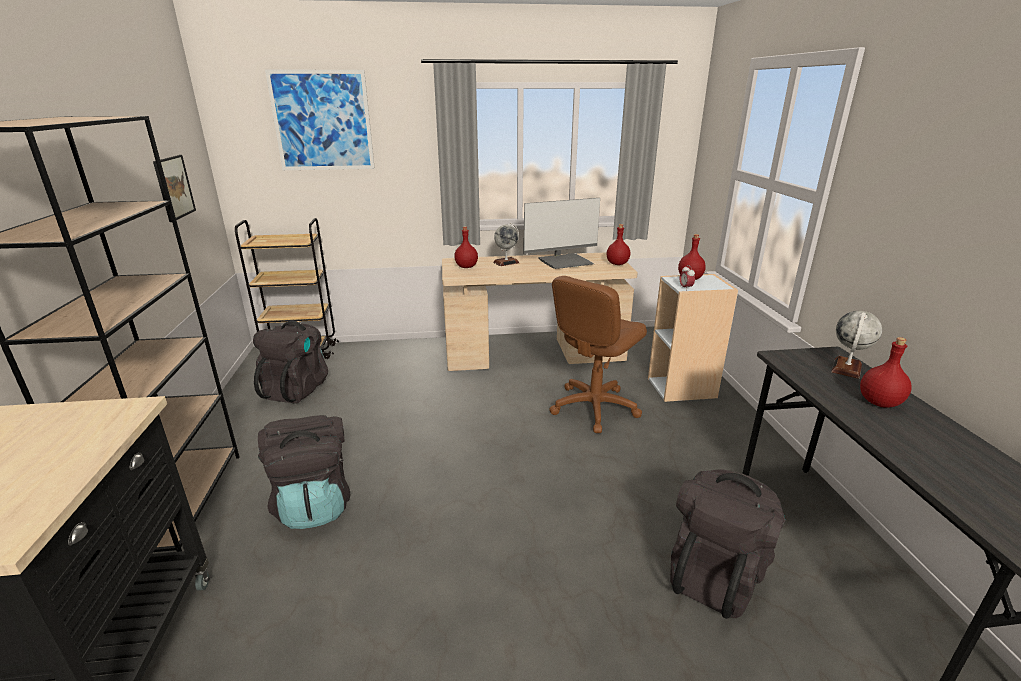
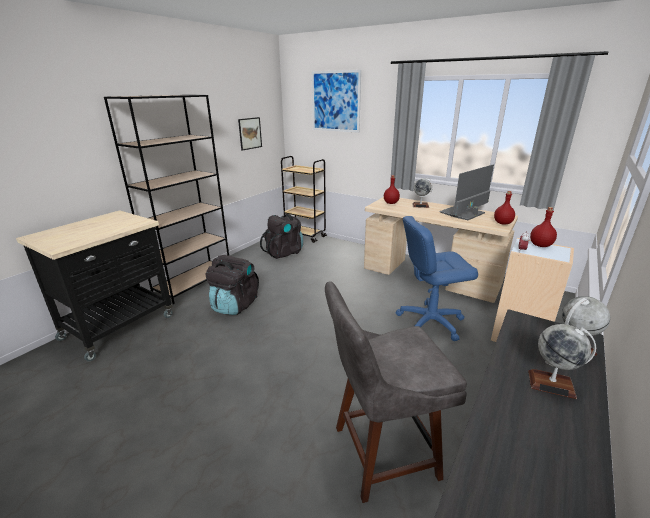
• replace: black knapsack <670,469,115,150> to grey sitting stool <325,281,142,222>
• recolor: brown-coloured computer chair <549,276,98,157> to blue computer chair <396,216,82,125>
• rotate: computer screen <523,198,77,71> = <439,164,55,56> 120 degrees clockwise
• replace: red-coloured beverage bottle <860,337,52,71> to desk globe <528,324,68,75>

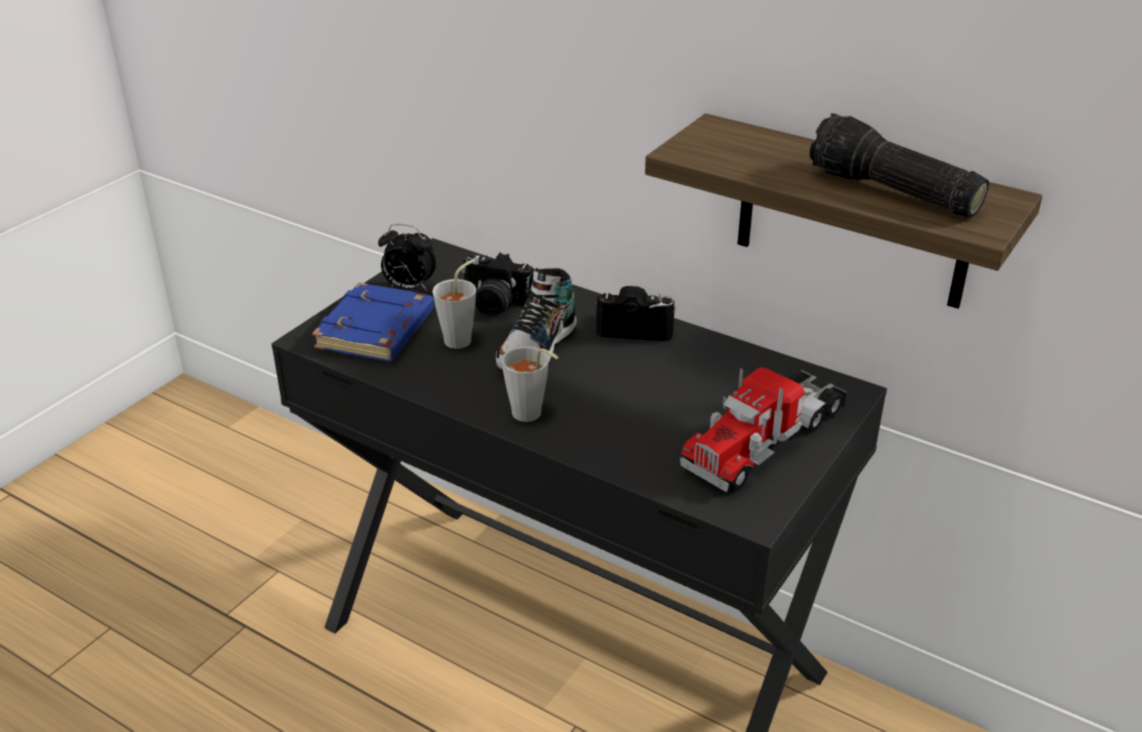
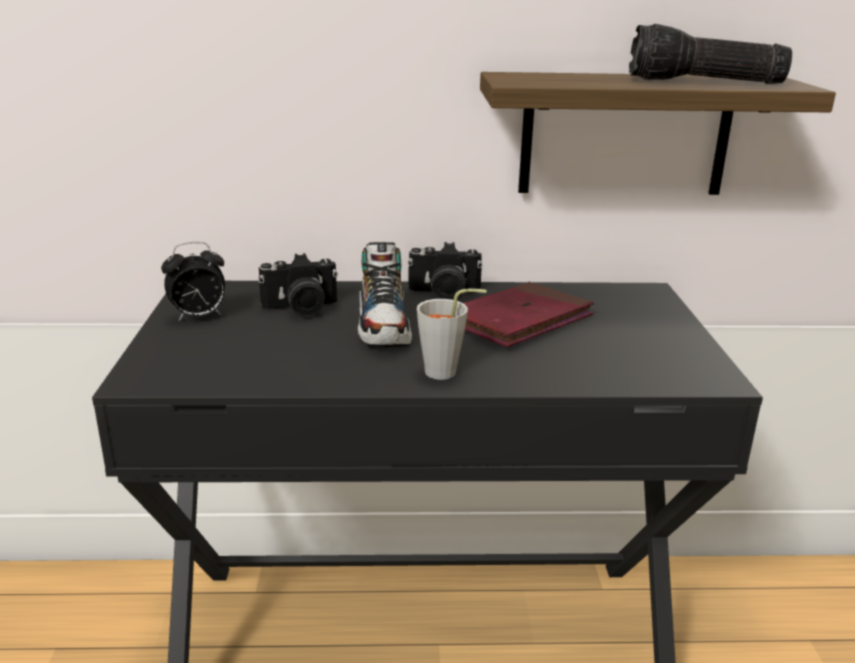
• rotate: photo camera <596,286,80,55> = <407,242,76,58> 150 degrees counterclockwise
• insert: red-coloured book <463,282,131,65>
• delete: blue book <312,282,122,79>
• delete: grey small cup <432,259,44,90>
• delete: toy truck <680,367,167,125>

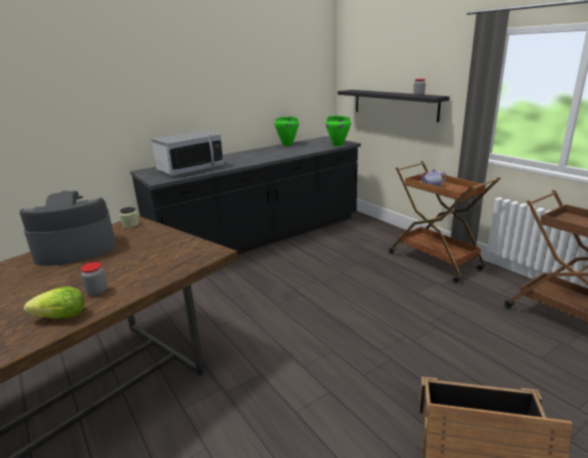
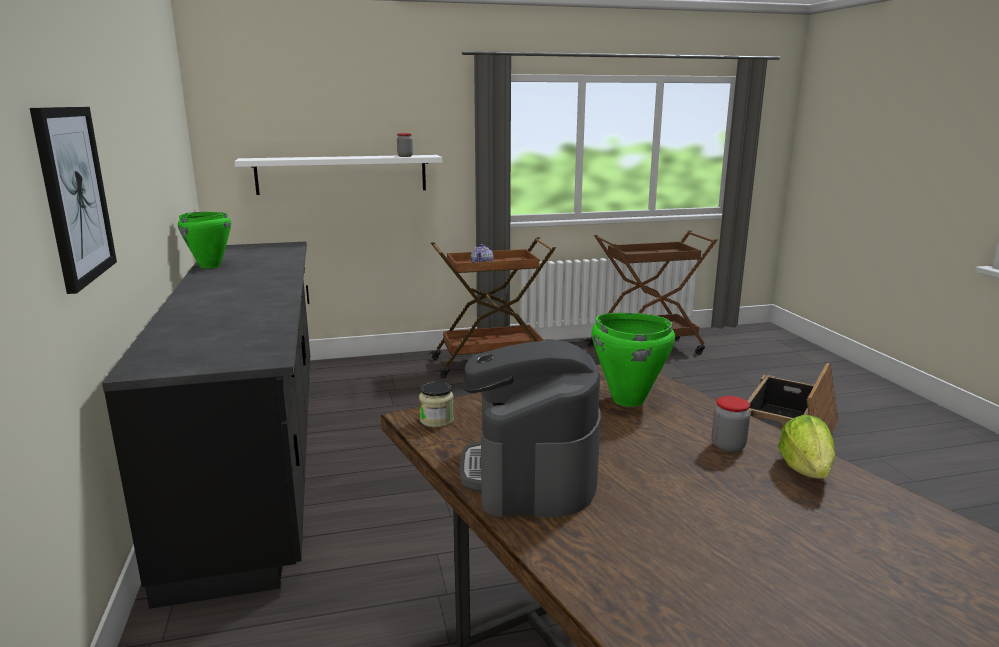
• insert: picture <30,107,87,187>
• recolor: black shelf <338,90,112,32> to white-coloured shelf <234,155,208,40>
• move: greenish stockpot <325,116,26,30> to <592,313,83,94>
• delete: kitchen microwave <151,130,73,46>

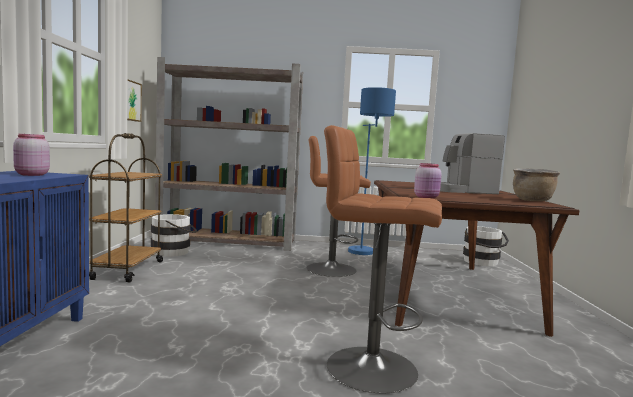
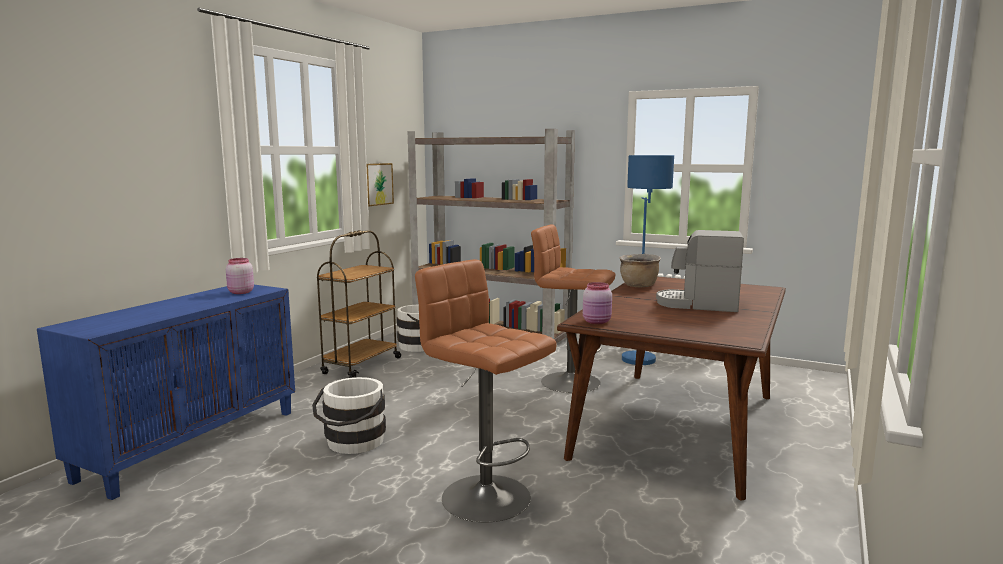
• move: white-coloured pail <463,226,46,40> to <312,377,74,77>
• move: brown-coloured stockpot <513,168,47,33> to <619,254,42,33>

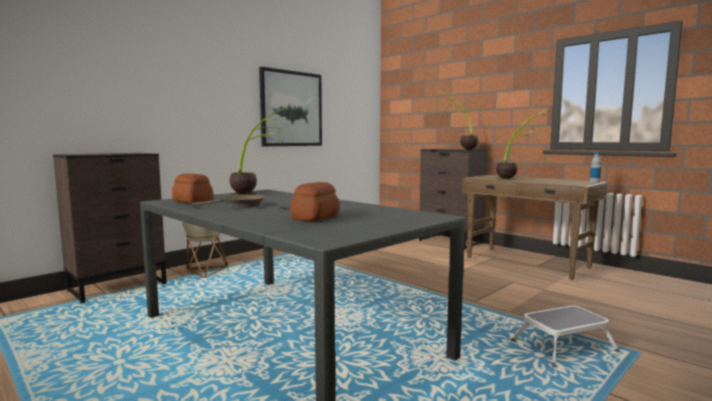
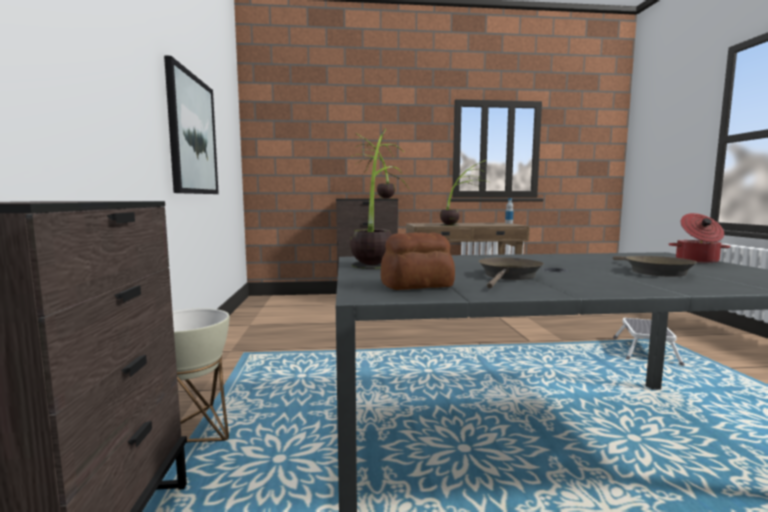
• replace: bakery bread <290,182,50,39> to brown-coloured frying pan <613,256,84,21>
• insert: stockpot <669,213,62,51>

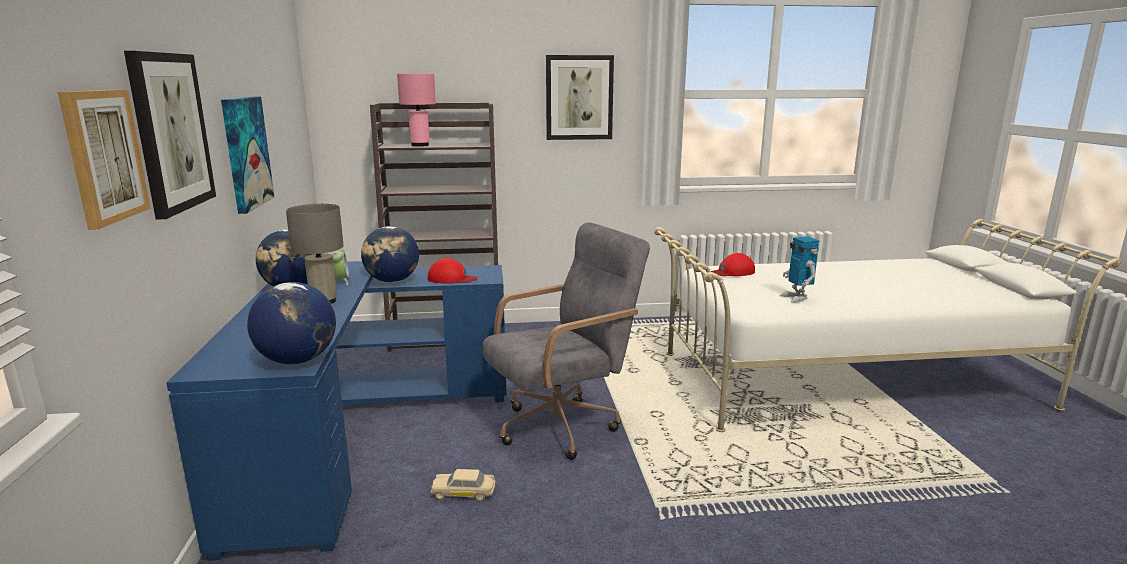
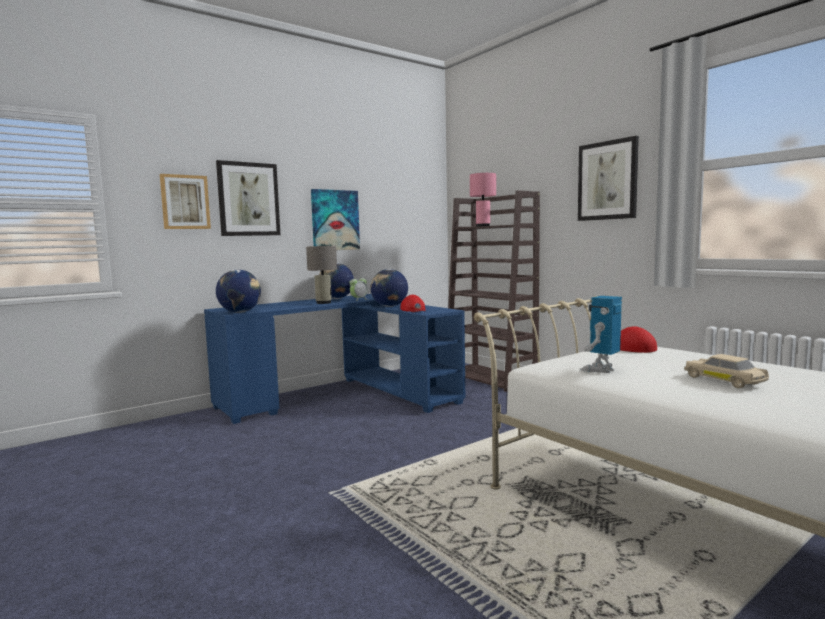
• move: beige toy car <430,469,65,32> to <684,354,85,34>
• delete: grey computer chair <483,223,167,237>

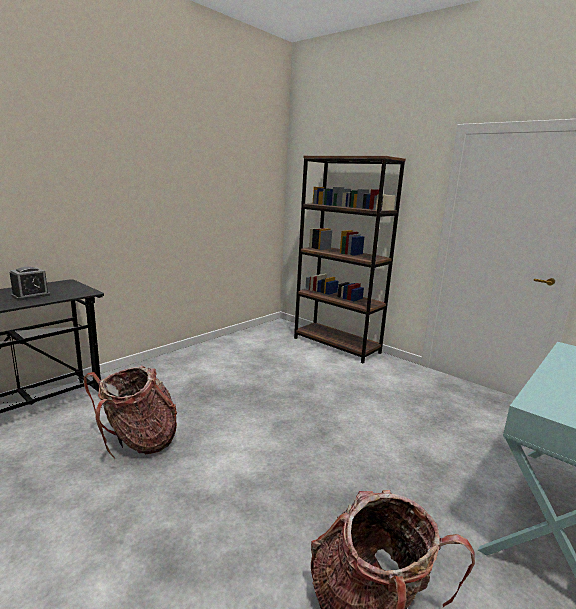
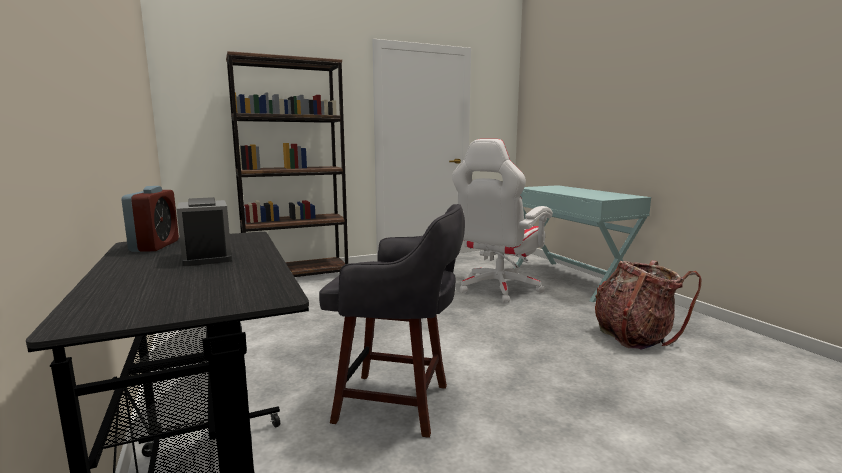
• insert: table clock <122,186,57,66>
• replace: knapsack <84,365,93,93> to grey sitting stool <319,204,146,234>
• insert: white-coloured computer chair <452,139,101,164>

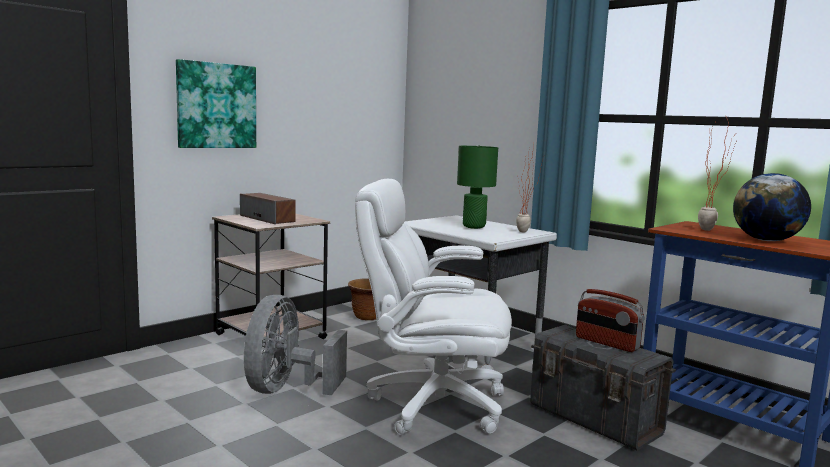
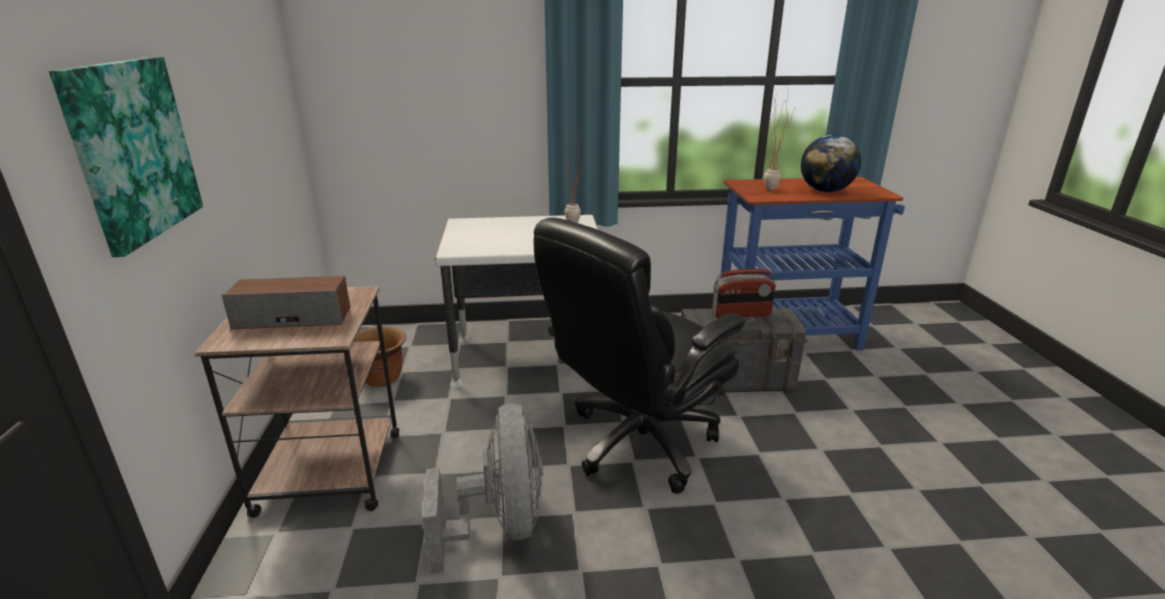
• rotate: grey fan <244,295,103,100> = <422,404,121,169> 150 degrees counterclockwise
• recolor: white-coloured computer chair <355,179,157,256> to black computer chair <534,218,211,276>
• delete: greenish table lamp <457,145,41,84>

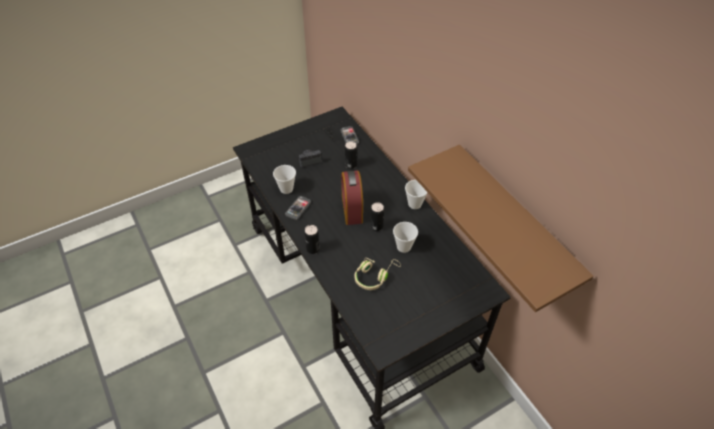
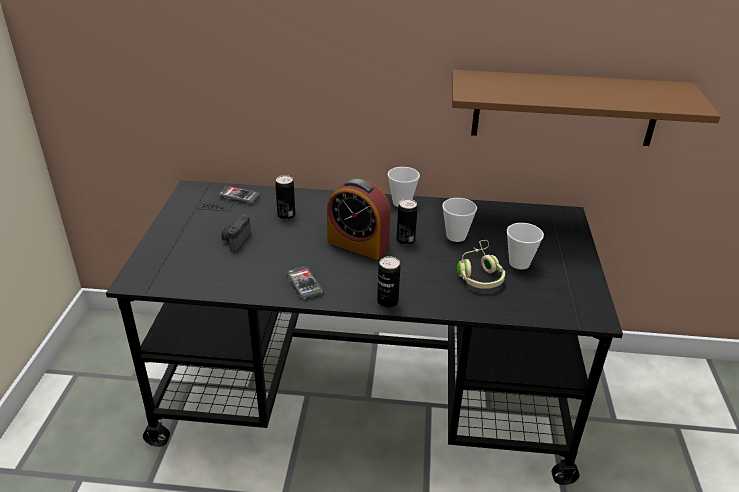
• move: small cup <273,165,23,29> to <507,223,37,46>

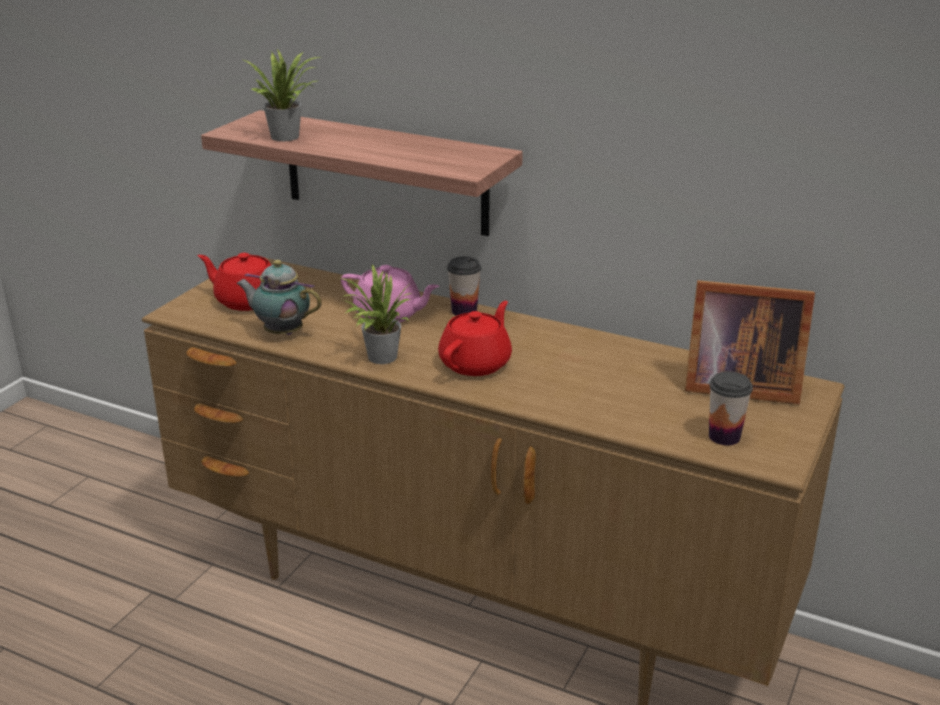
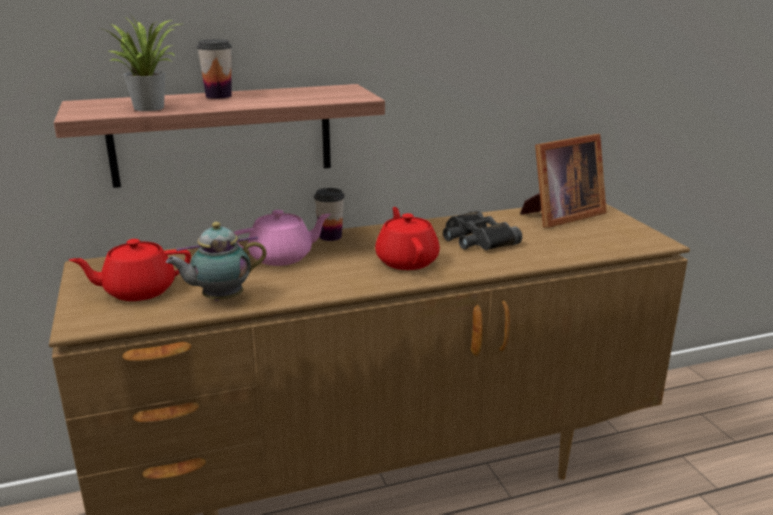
• move: small cup <709,371,44,74> to <197,39,35,60>
• insert: black pair of binoculars <443,210,79,40>
• delete: plant in a pot <339,265,72,99>

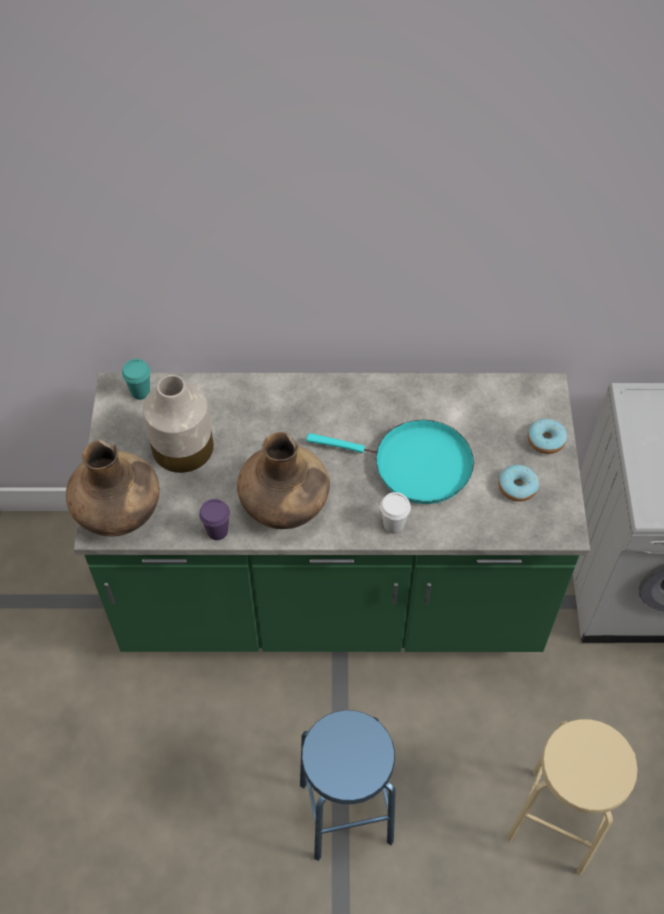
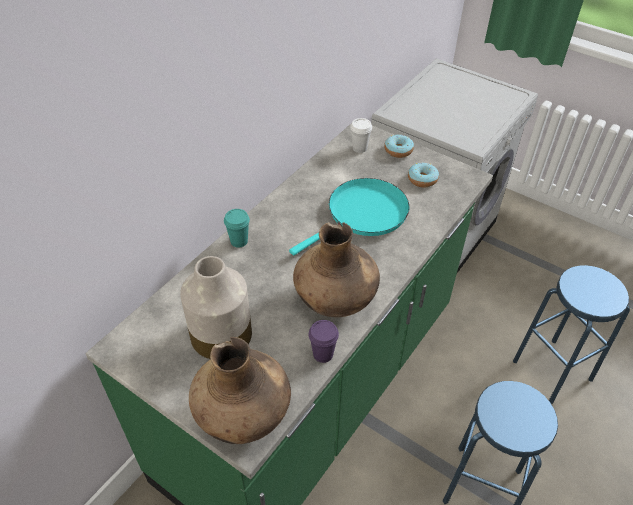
• move: turquoise small cup <122,359,28,41> to <224,209,26,39>
• move: white-coloured small cup <380,492,31,42> to <350,118,22,35>
• recolor: beige sitting stool <506,719,132,156> to blue sitting stool <513,265,117,139>

